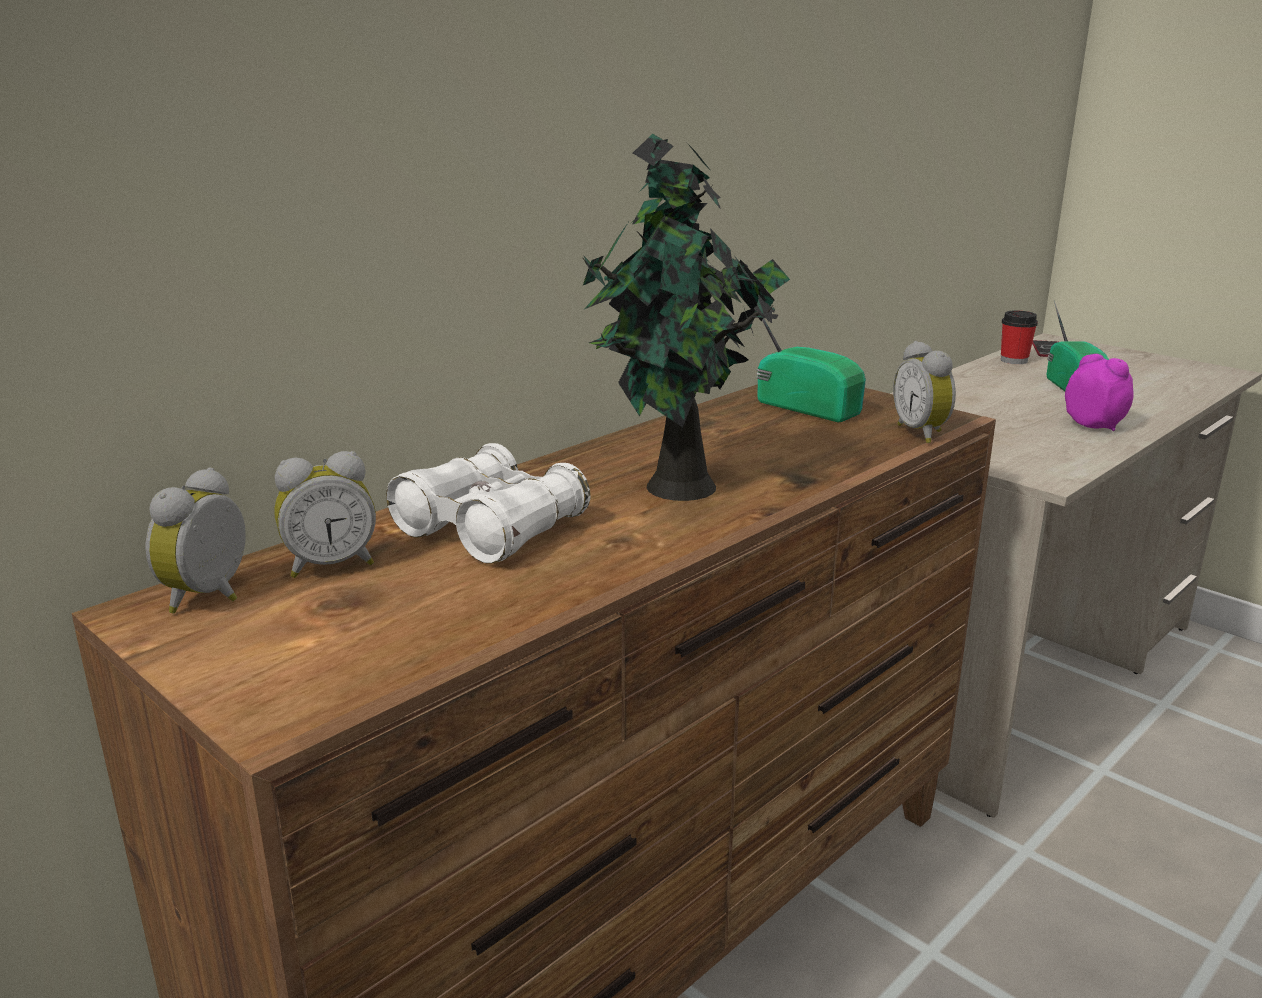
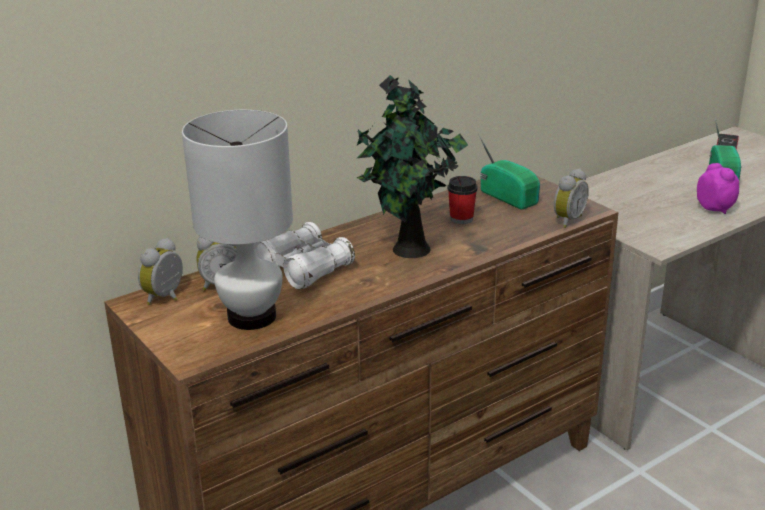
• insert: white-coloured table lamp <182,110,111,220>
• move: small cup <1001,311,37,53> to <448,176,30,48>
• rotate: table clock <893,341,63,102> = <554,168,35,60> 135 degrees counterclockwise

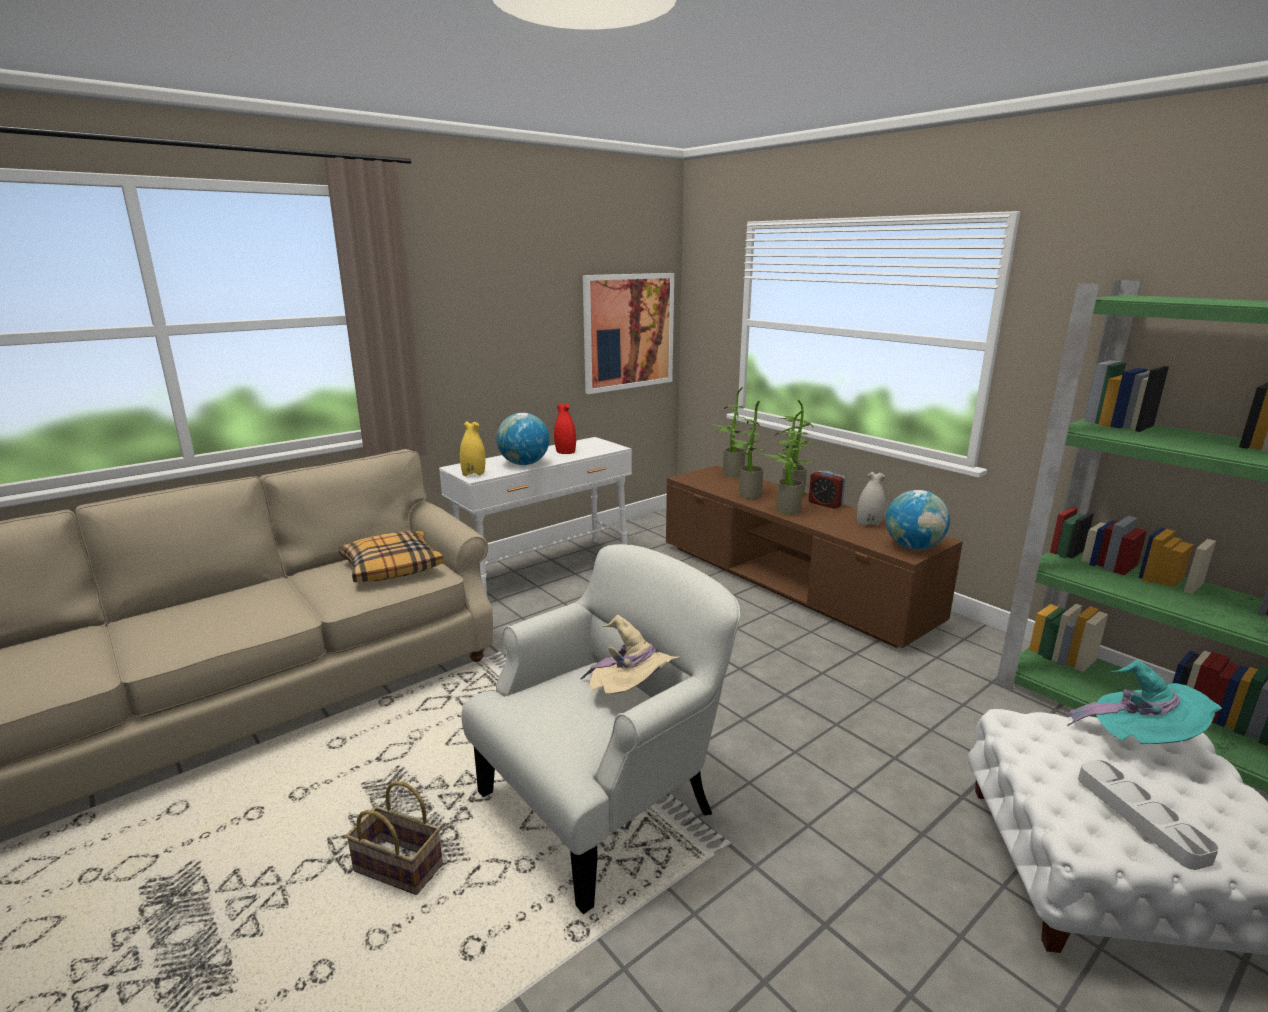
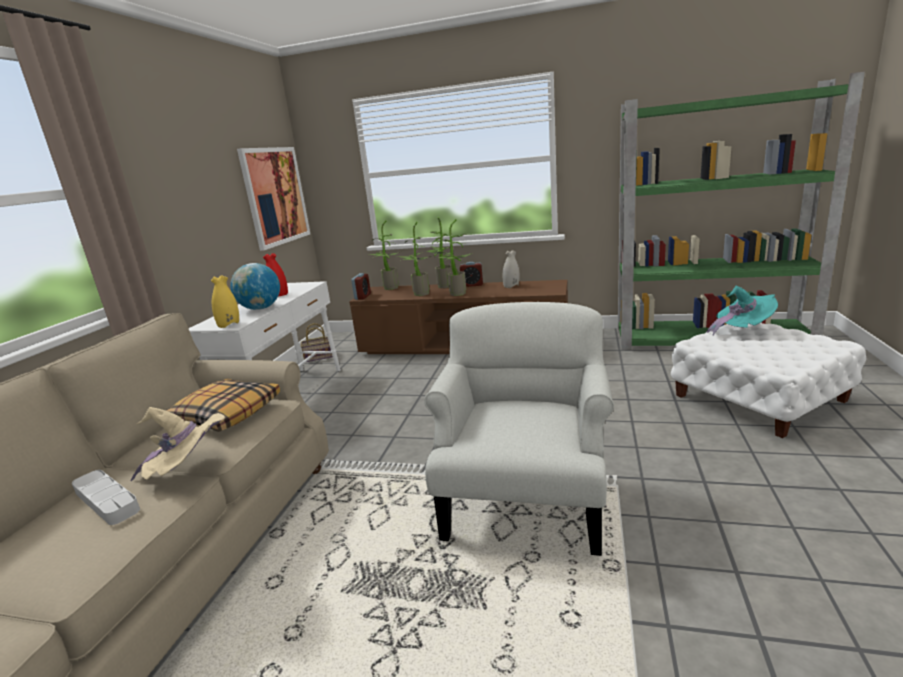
• move: grey carrying tray <1078,760,141,110> to <72,470,68,55>
• move: beige wearable hat <581,615,98,79> to <131,407,94,74>
• move: storage basket <346,781,97,114> to <301,323,32,39>
• insert: table clock <351,273,20,27>
• delete: desk globe <885,490,65,60>

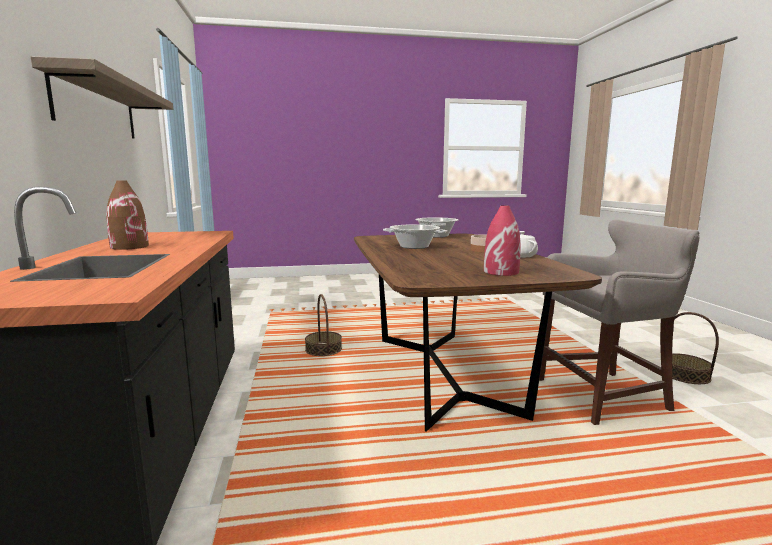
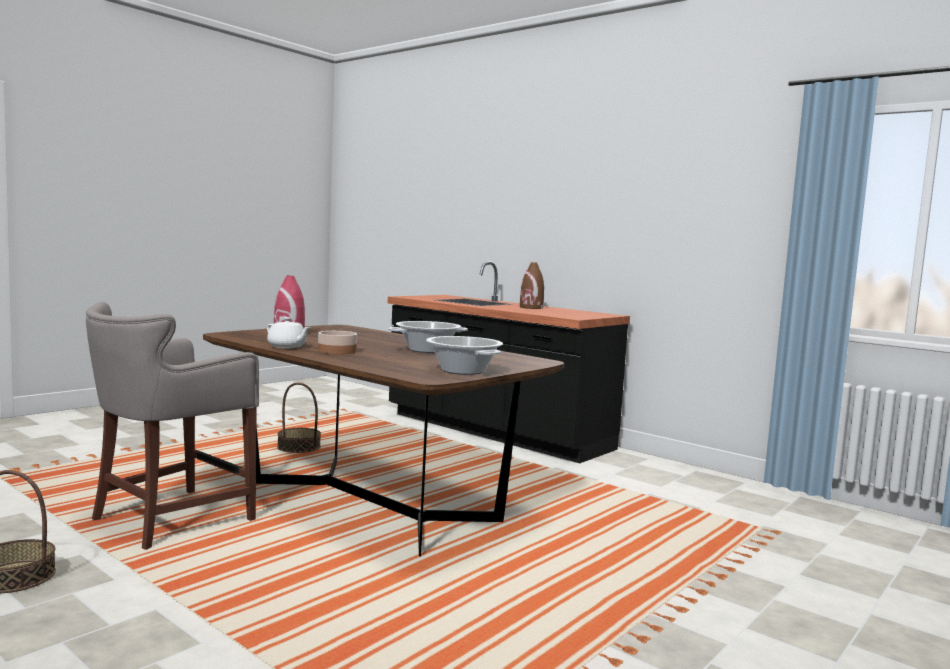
• move: storage basket <305,294,37,62> to <277,382,44,71>
• delete: shelf <31,56,142,83>

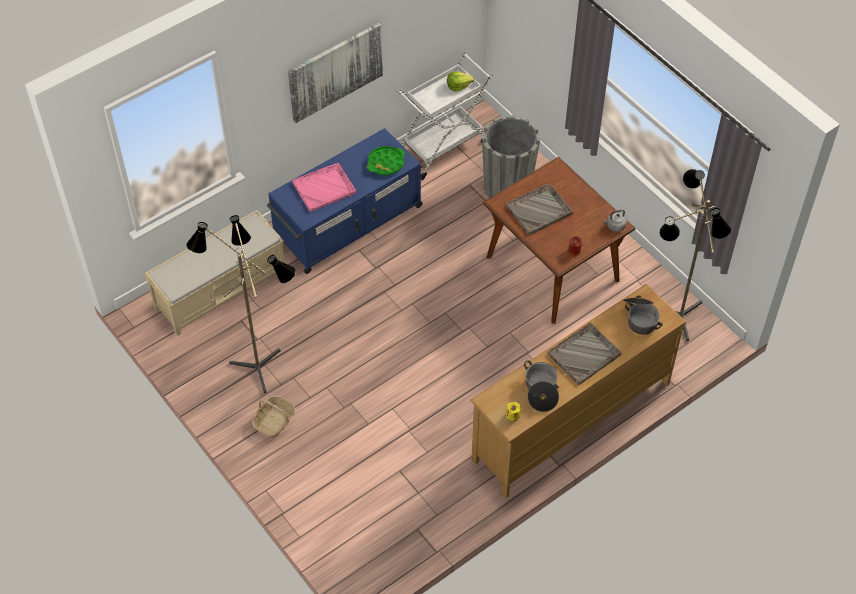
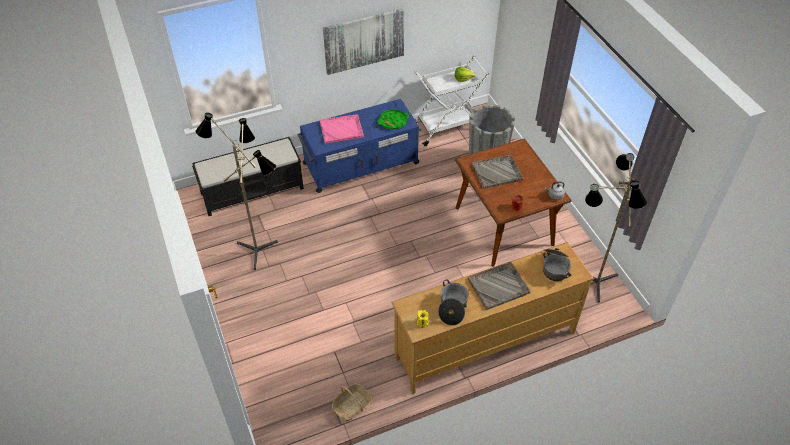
• recolor: beige long seat <145,210,140,126> to black long seat <192,137,112,79>
• move: storage basket <252,396,44,41> to <332,383,40,38>

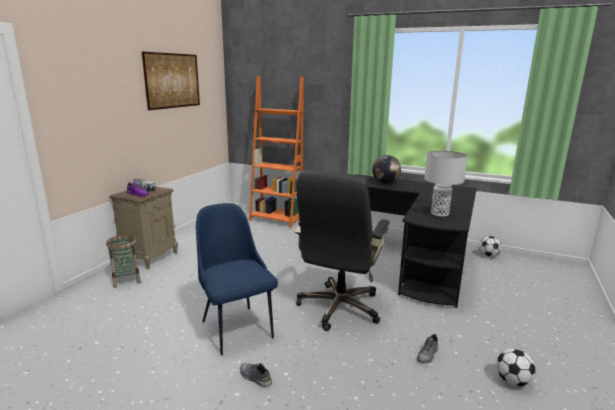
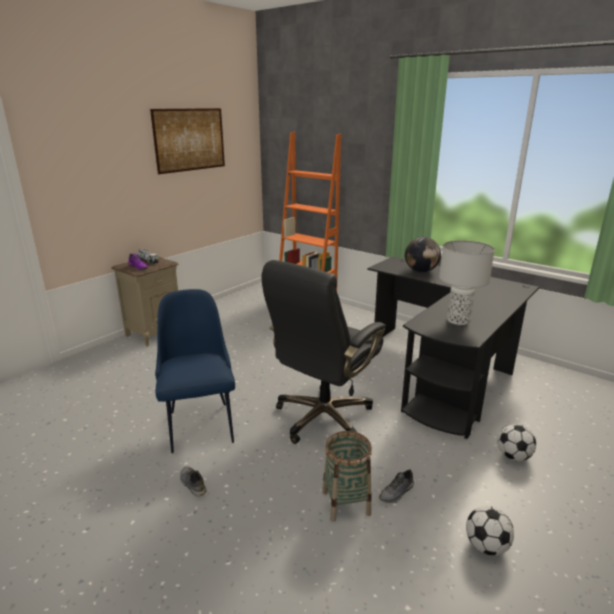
• move: storage basket <106,235,35,53> to <322,431,50,91>
• move: football <479,236,23,21> to <497,424,39,37>

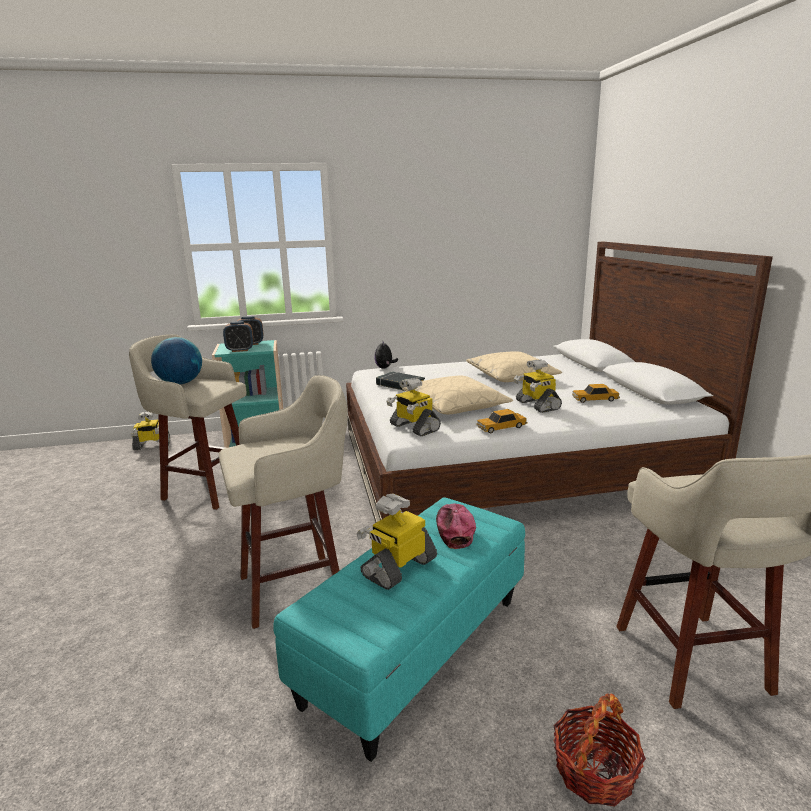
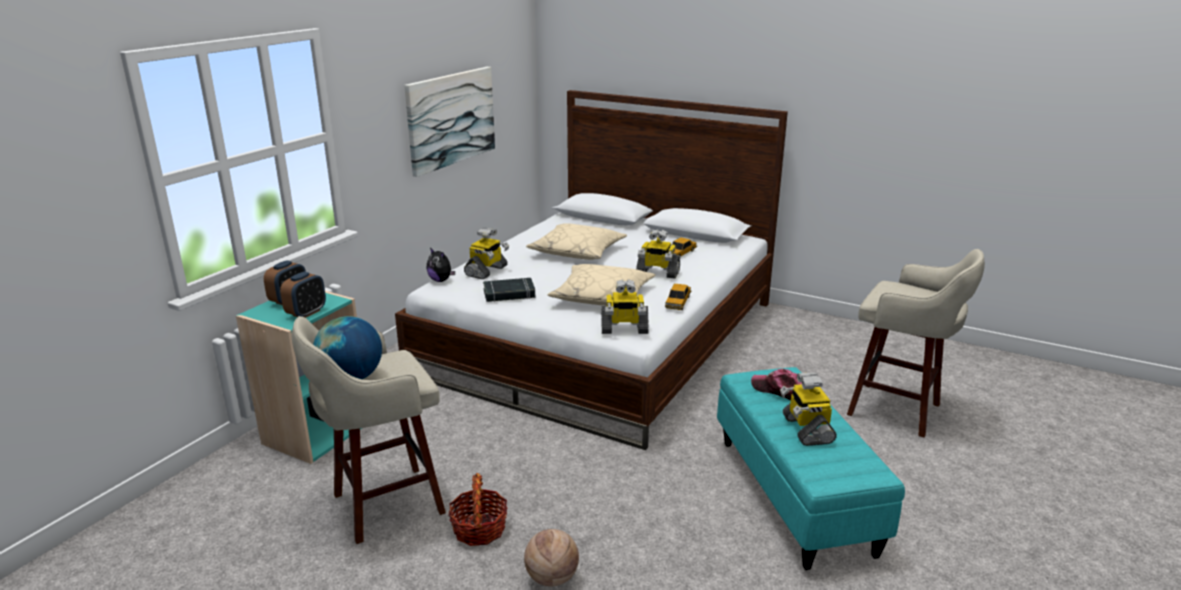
• insert: picture <404,67,91,110>
• move: storage basket <554,693,92,114> to <448,473,60,73>
• move: model robot <131,411,39,39> to <464,227,45,52>
• insert: basketball <524,529,55,57>
• delete: beige sitting stool <219,375,129,254>

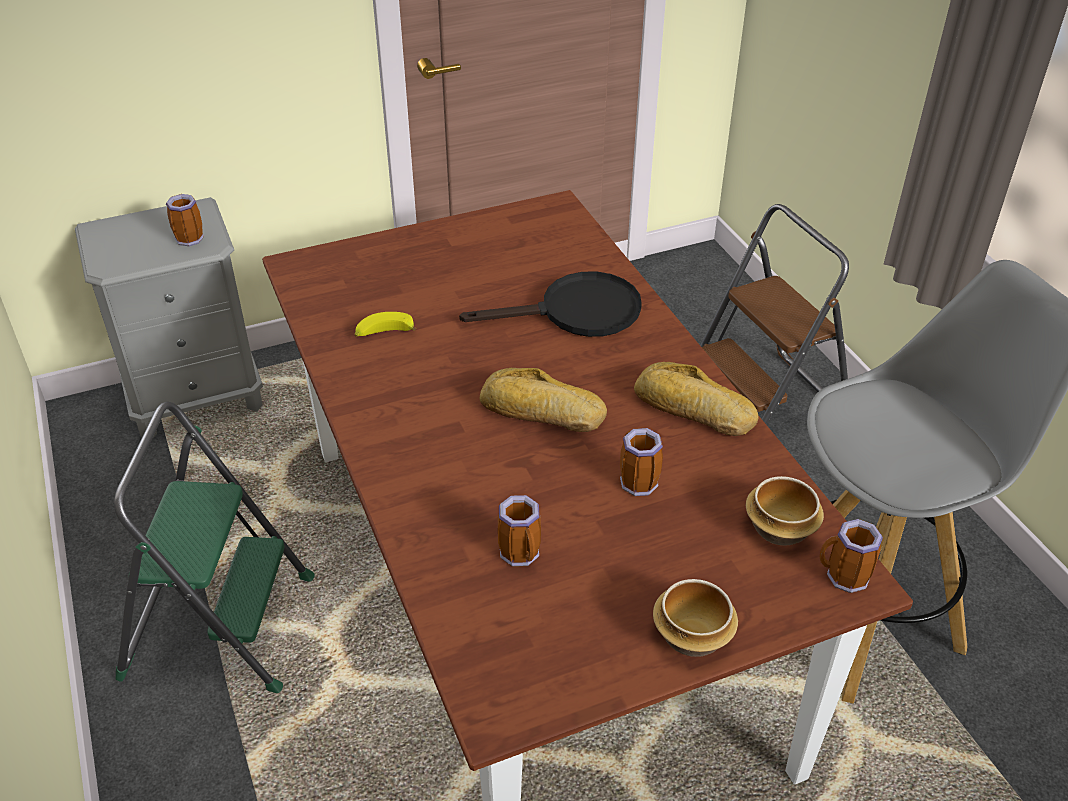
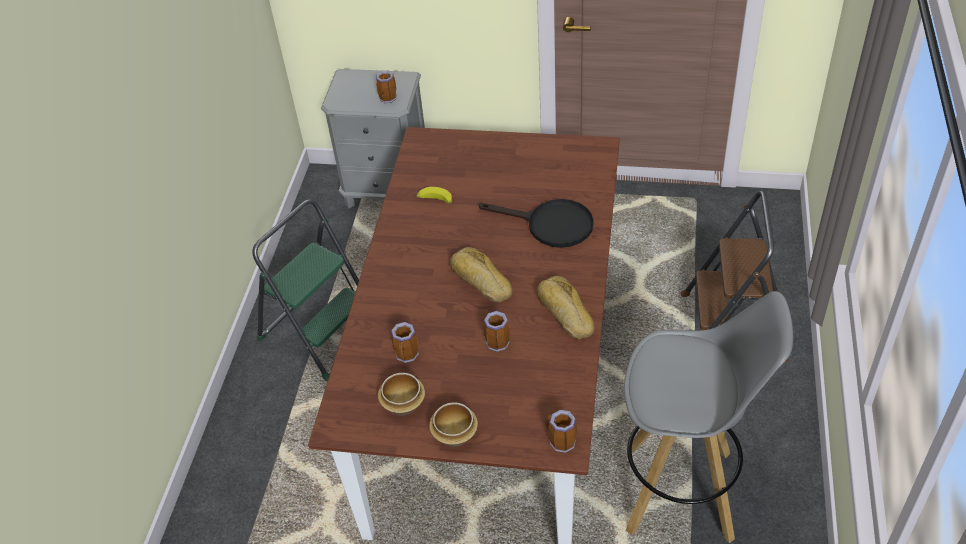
• move: deep dish <746,476,78,69> to <378,373,47,42>

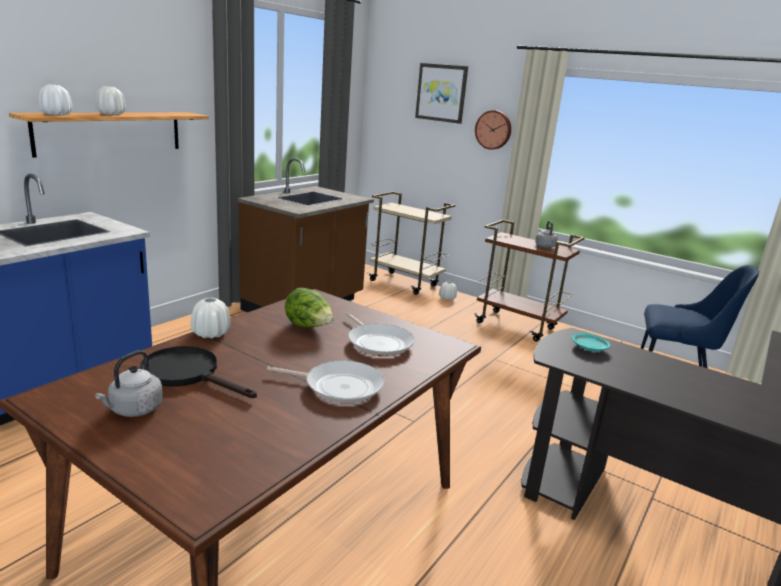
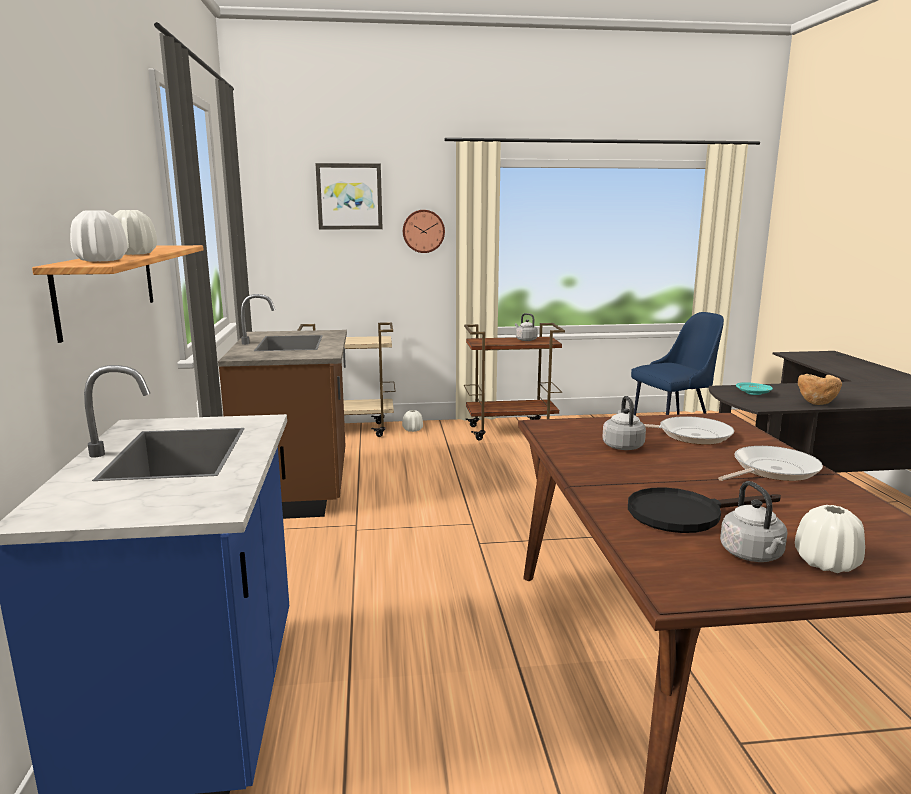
• replace: head of lettuce <285,288,49,40> to grey kettle <602,396,44,54>
• move: white-coloured vase <191,298,40,40> to <795,505,70,68>
• insert: brown-coloured deep dish <798,374,44,31>

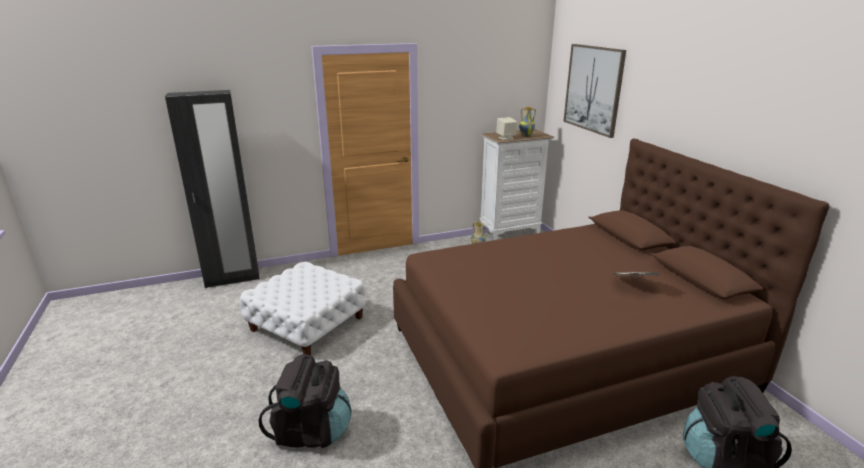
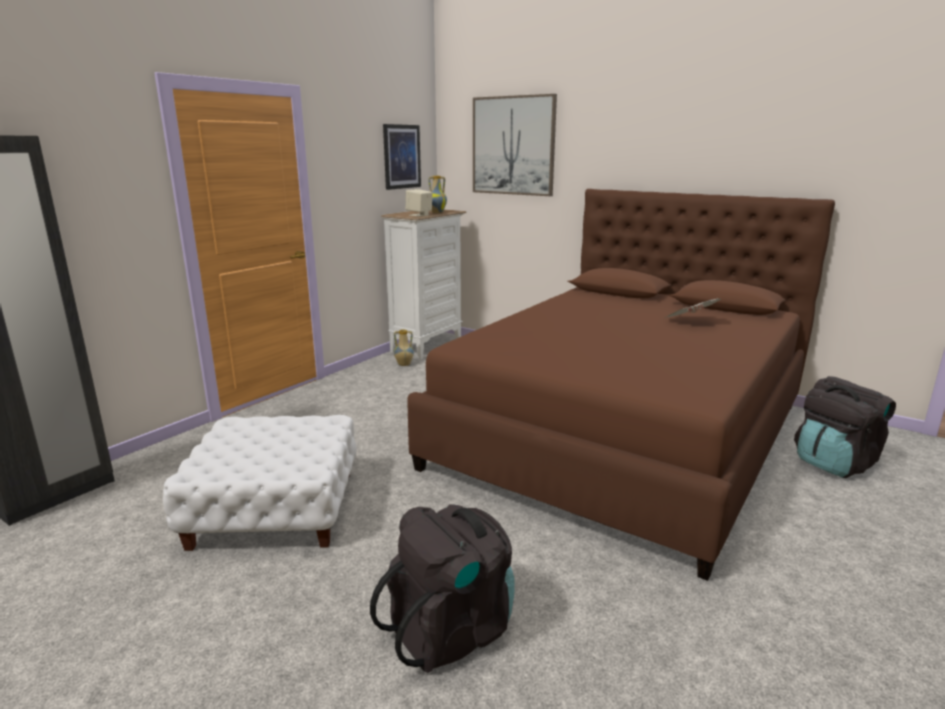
• insert: picture <383,124,38,66>

